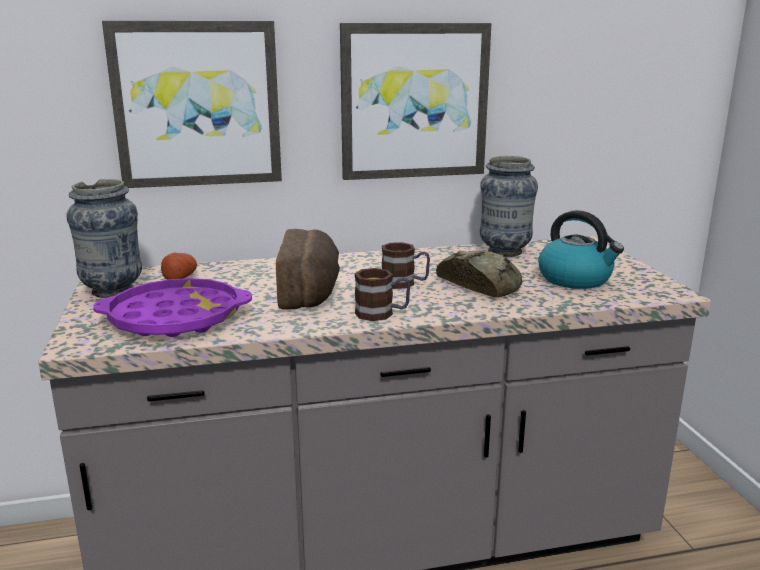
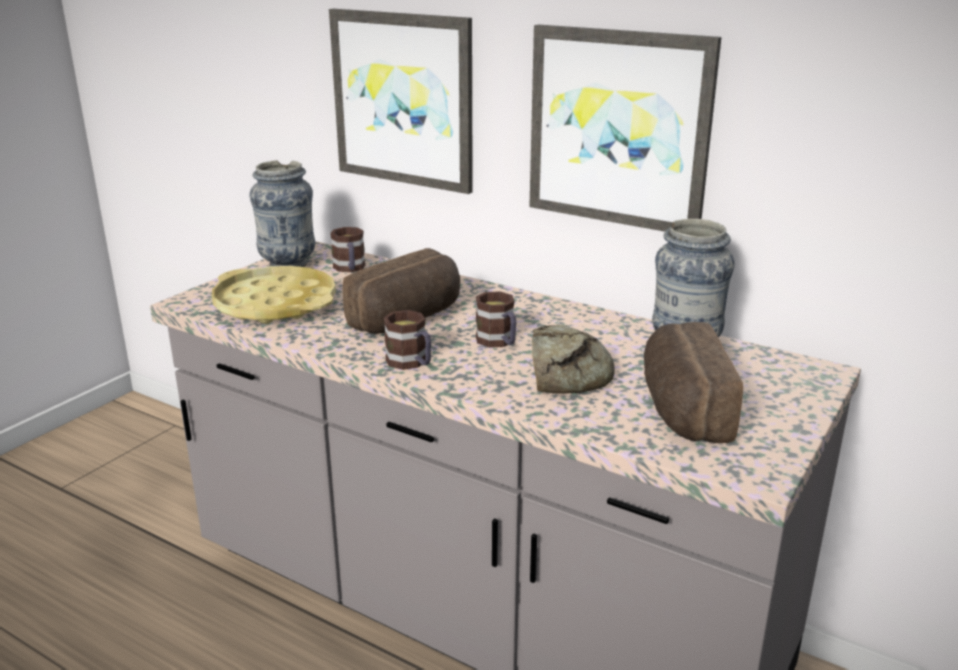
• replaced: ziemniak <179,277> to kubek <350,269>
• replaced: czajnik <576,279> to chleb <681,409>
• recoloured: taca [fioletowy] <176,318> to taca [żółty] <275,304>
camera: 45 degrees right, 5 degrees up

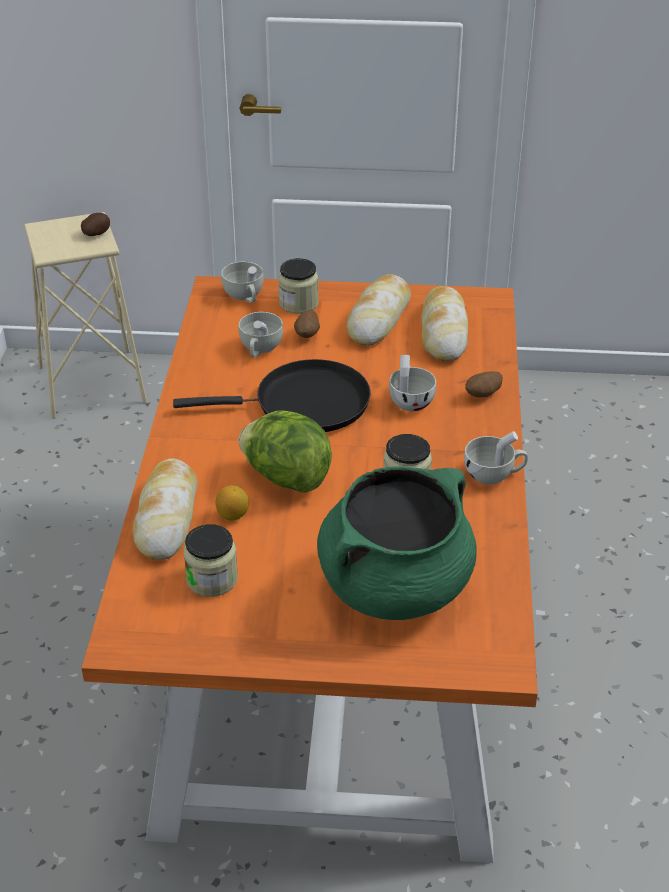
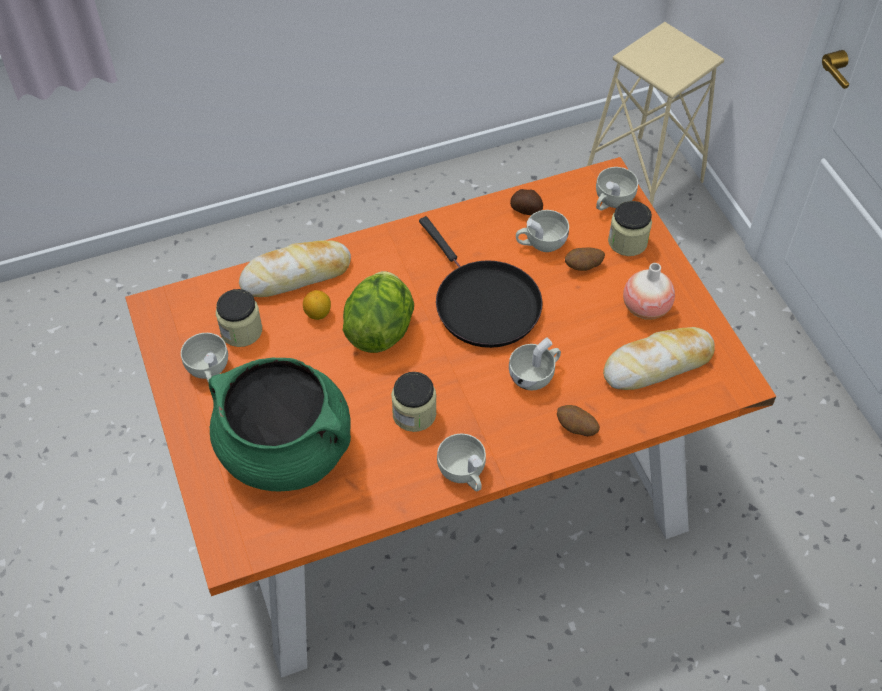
• added: filiżanka [biały] <209,371>
• moved: ziemniak <97,234> to <526,210>
• replaced: chleb <379,318> to wazon <645,308>
camera: 65 degrees right, 15 degrees up

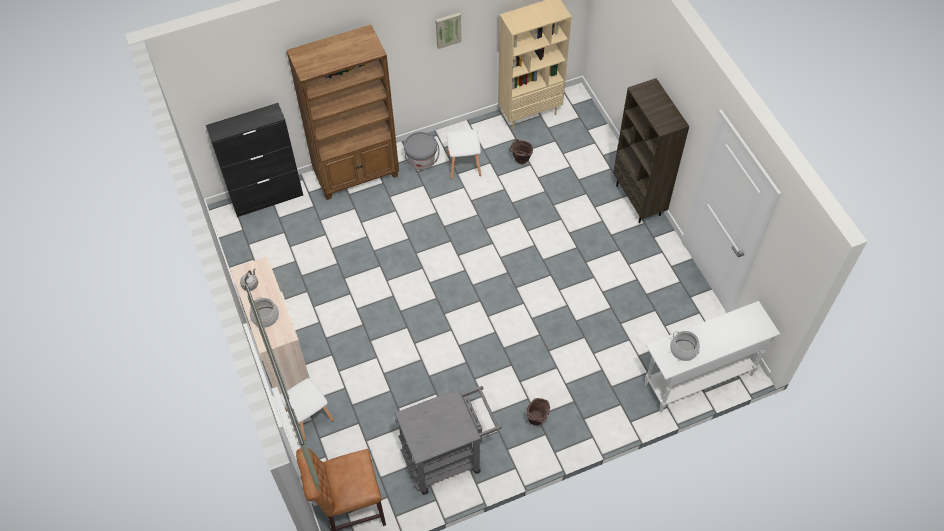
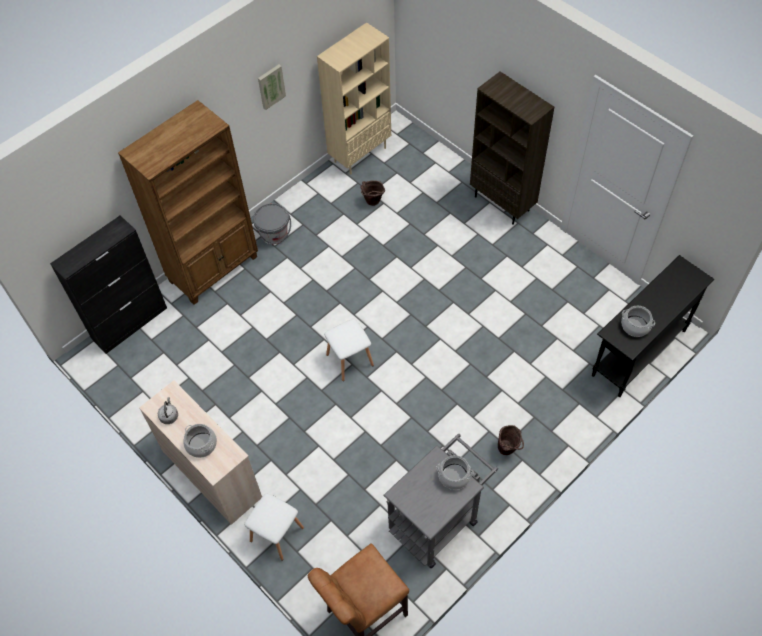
• added: garnek <454,476>
• moved: stołek [biały] <463,165> to <349,359>
• recoloured: stolik konsolowy [biały] <698,379> to stolik konsolowy [czarny] <638,353>
camera: 20 degrees left, 0 degrees up

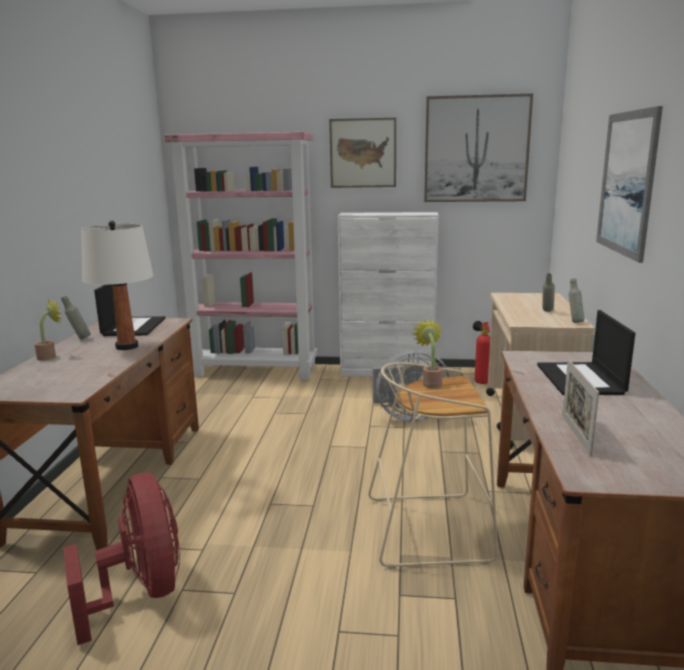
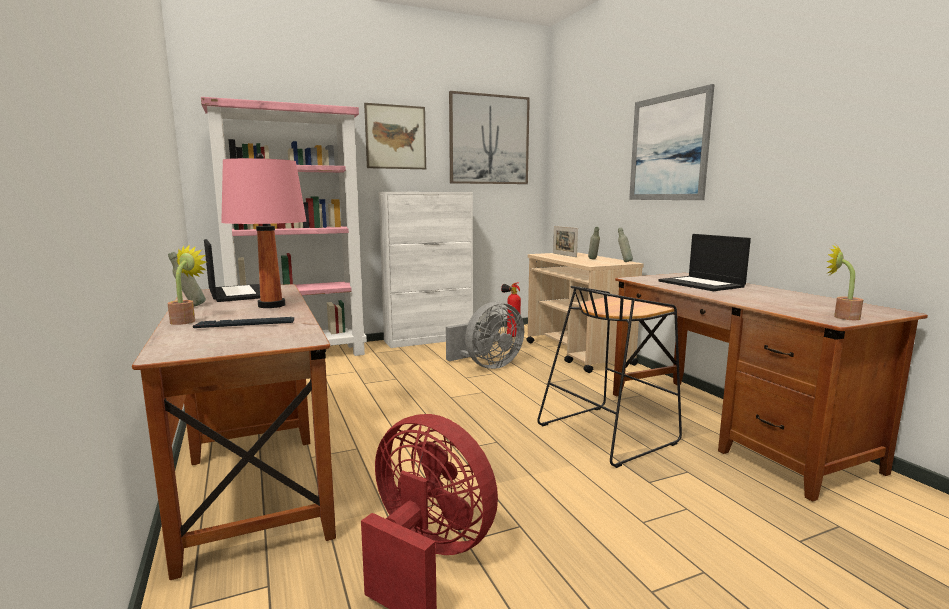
• added: klawiatura <245,324>
• moved: roślina doniczkowa <430,383> to <841,317>
• moved: ramka na zdjęcie <576,435> to <564,255>
• recoloured: lampa stołowa [biały] <127,346> to lampa stołowa [różowy] <272,305>
• recoloured: stołek [beżowy] <430,528> to stołek [czarny] <607,433>
camera: 30 degrees left, 5 degrees down

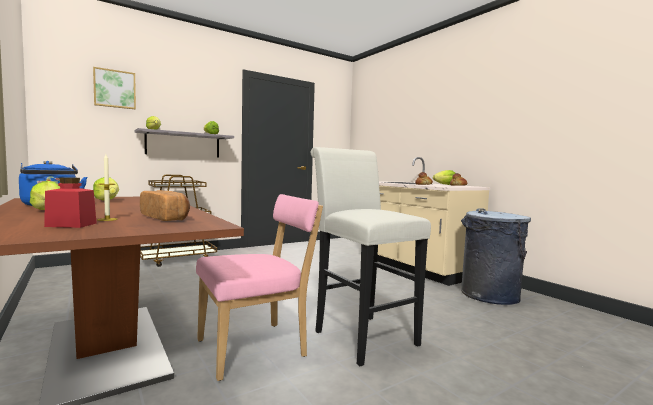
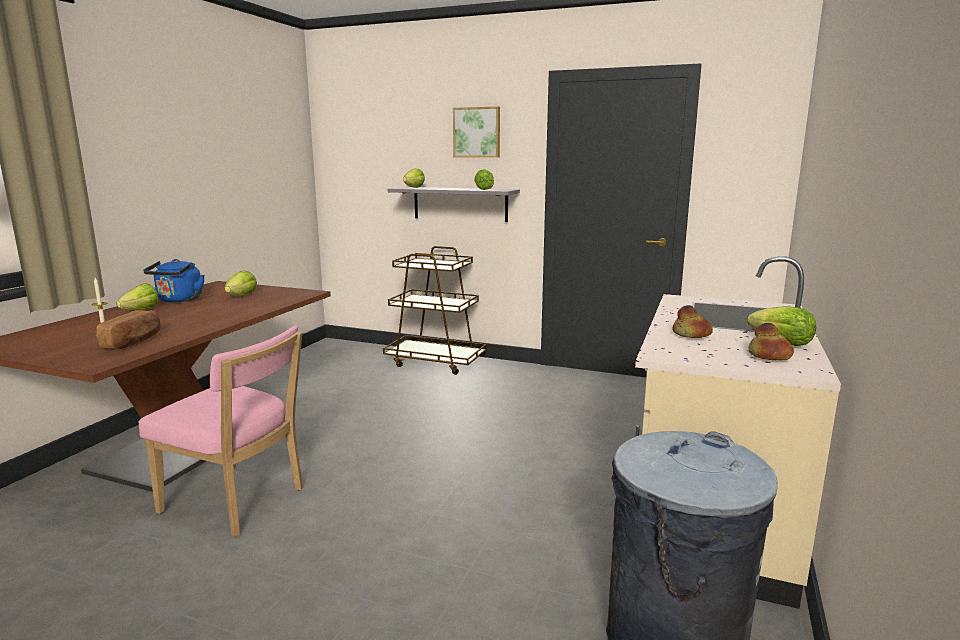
• removed: słoik [czerwony] <71,225>
• removed: stołek [biały] <361,335>
• moved: obraz <114,89> to <477,132>
camera: 55 degrees right, 10 degrees up

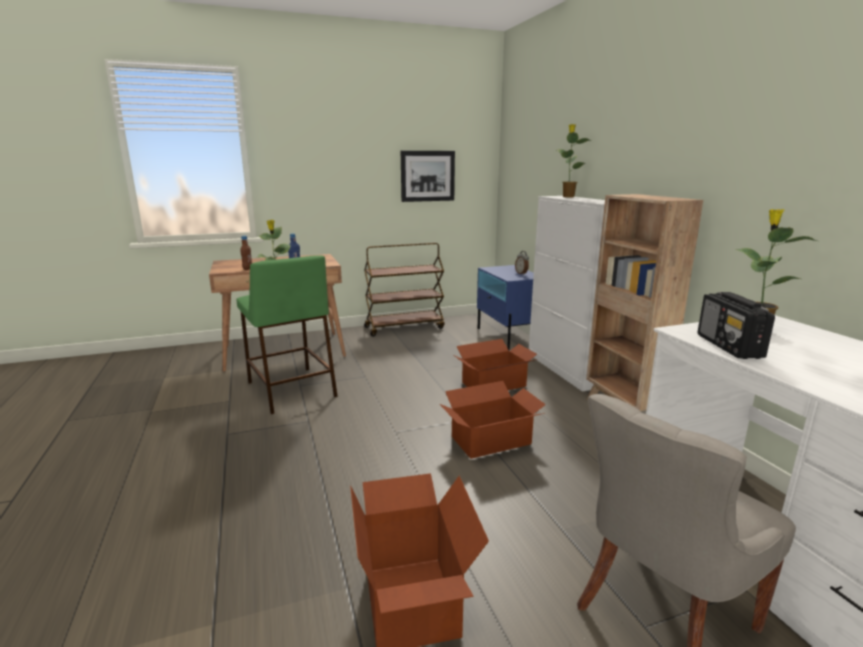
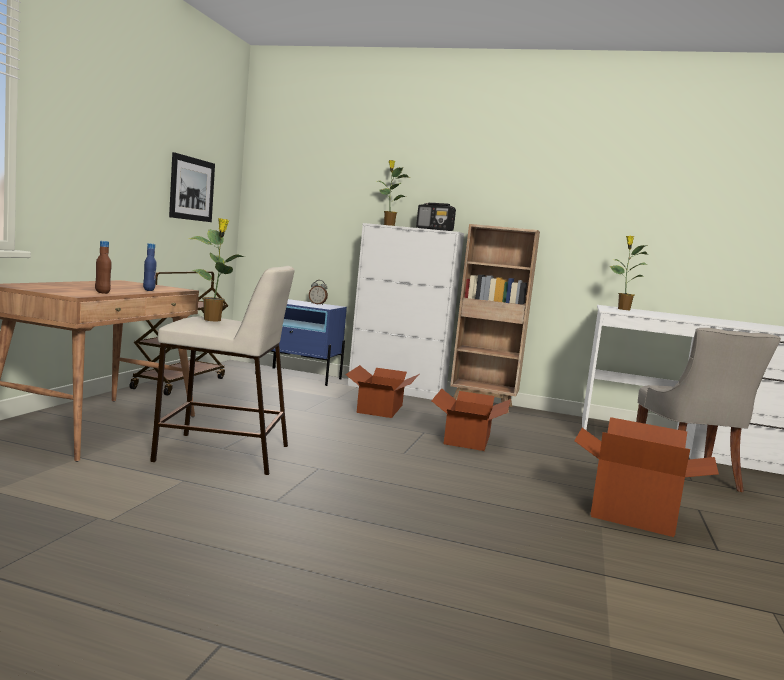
• moved: radio <729,346> to <434,229>
• recoloured: stołek [zielony] <290,389> to stołek [beżowy] <221,453>
camera: 55 degrees left, 10 degrees down

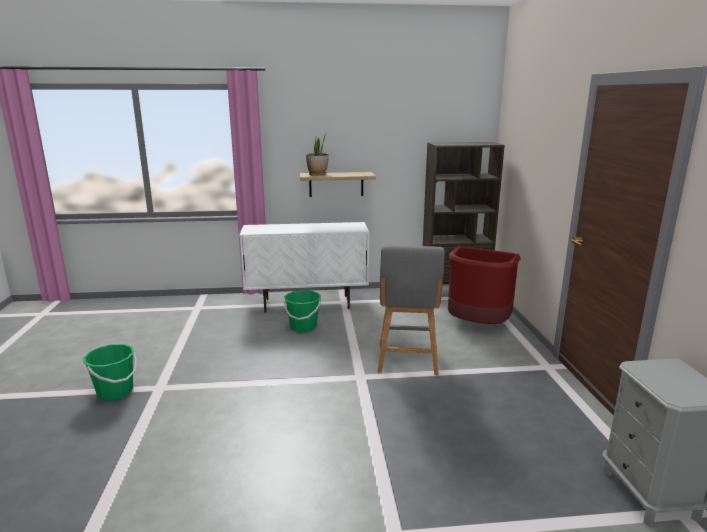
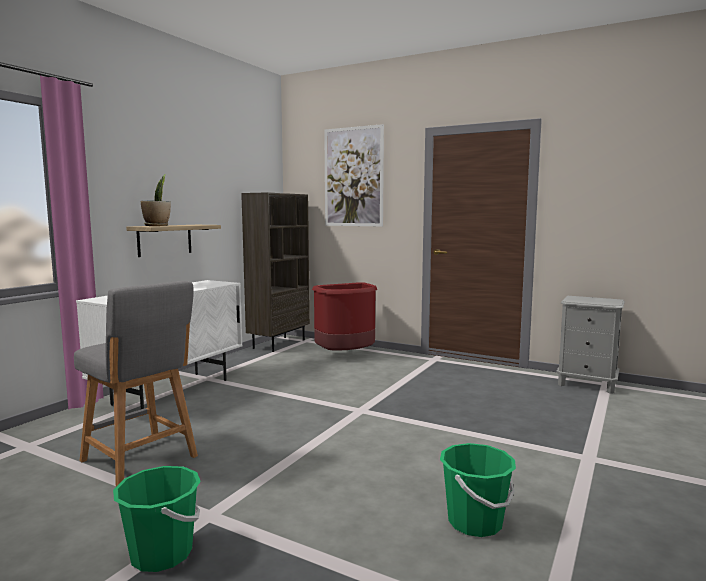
• added: obraz <353,177>
• moved: wiadro [zielony] <303,327> to <475,522>
• moved: stołek [szary] <407,361> to <142,460>
camera: 55 degrees left, 10 degrees down

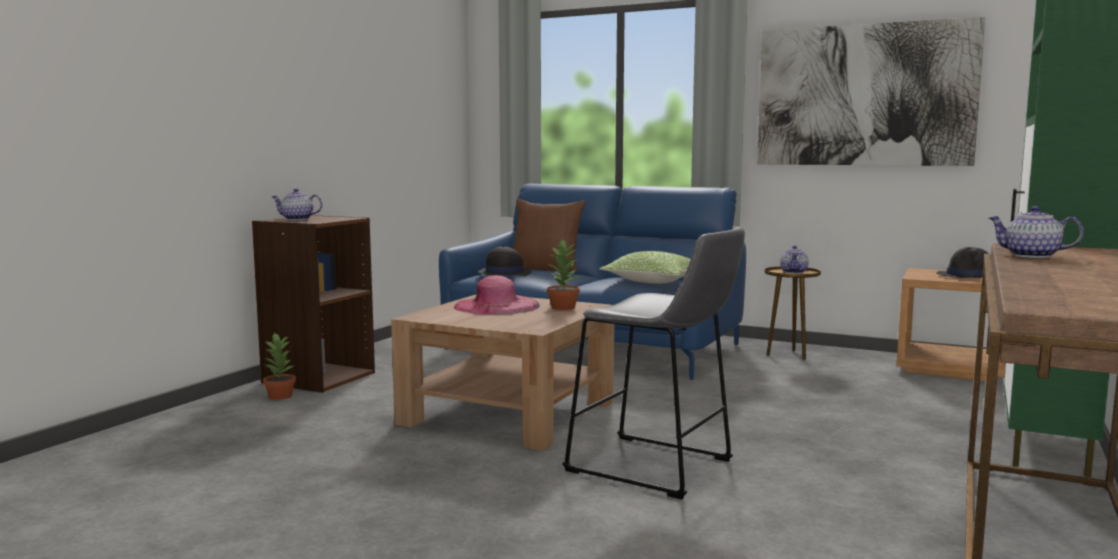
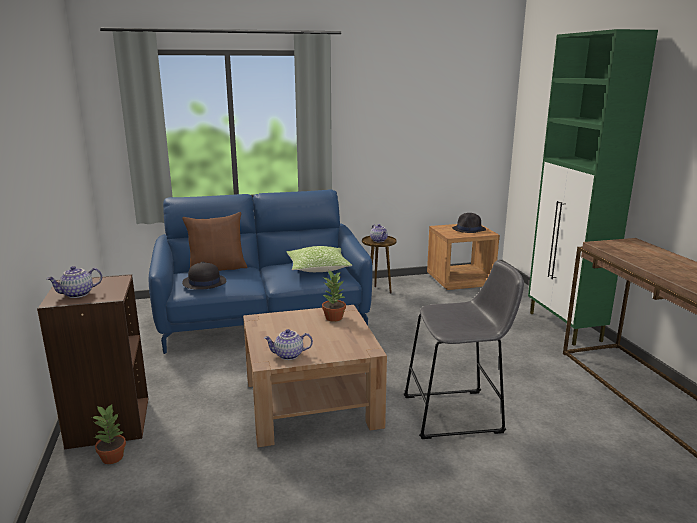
• removed: kapelusz [różowy] <496,306>
• removed: obraz <864,95>
• moved: imbryk <1031,256> to <288,355>
camera: 40 degrees left, 10 degrees up

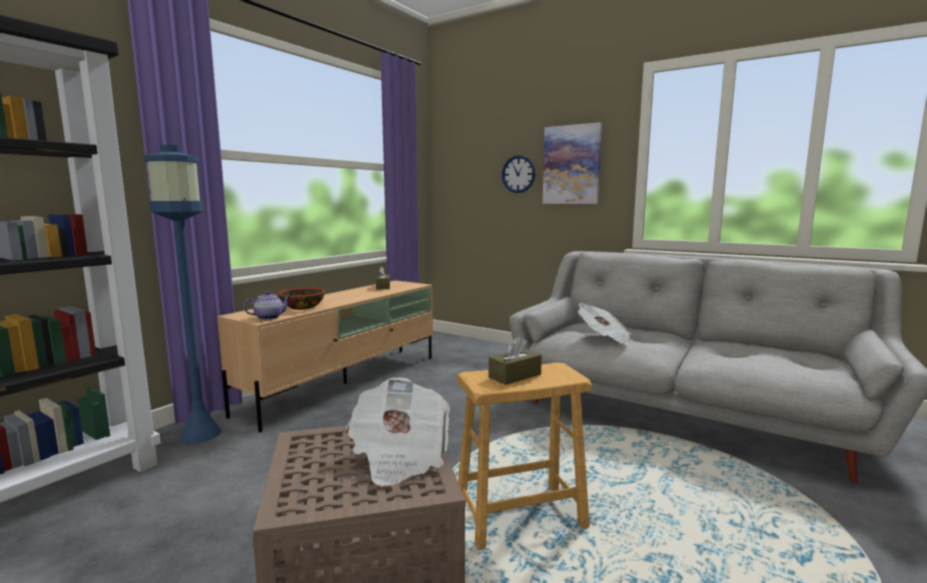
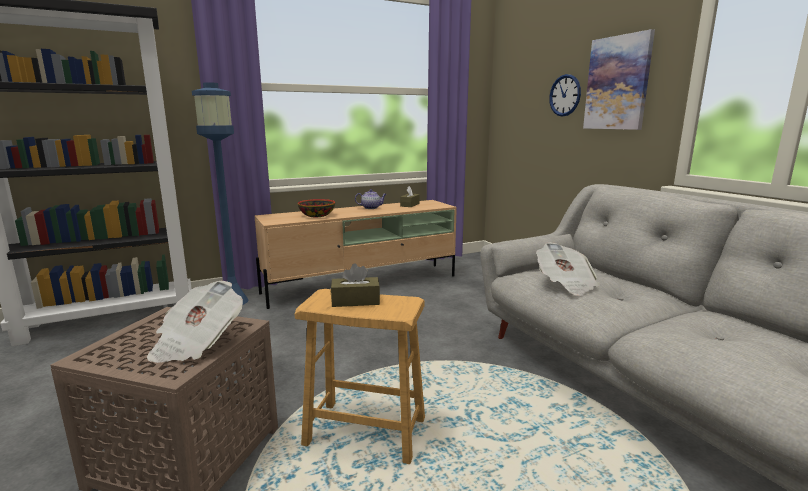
• moved: imbryk <269,317> to <371,208>
camera: 30 degrees right, 5 degrees up

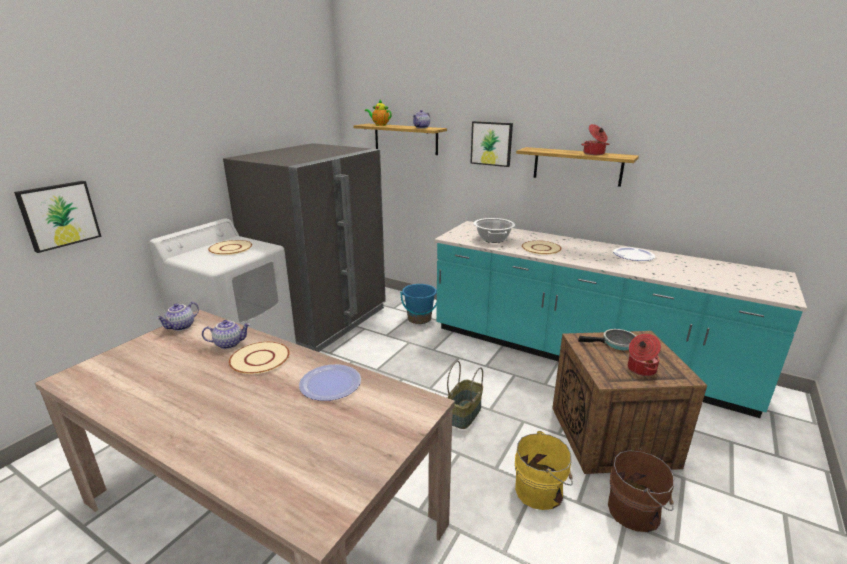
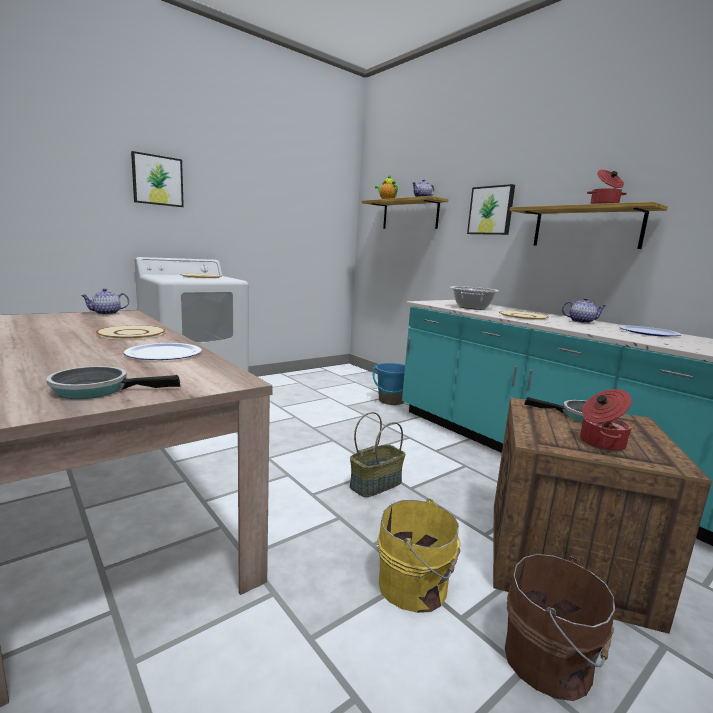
• removed: lodówka [szary] <322,320>
• added: patelnia <97,389>
• moved: obraz <59,215> to <157,180>
• moved: imbryk <229,344> to <581,321>
camera: 20 degrees right, 10 degrees down

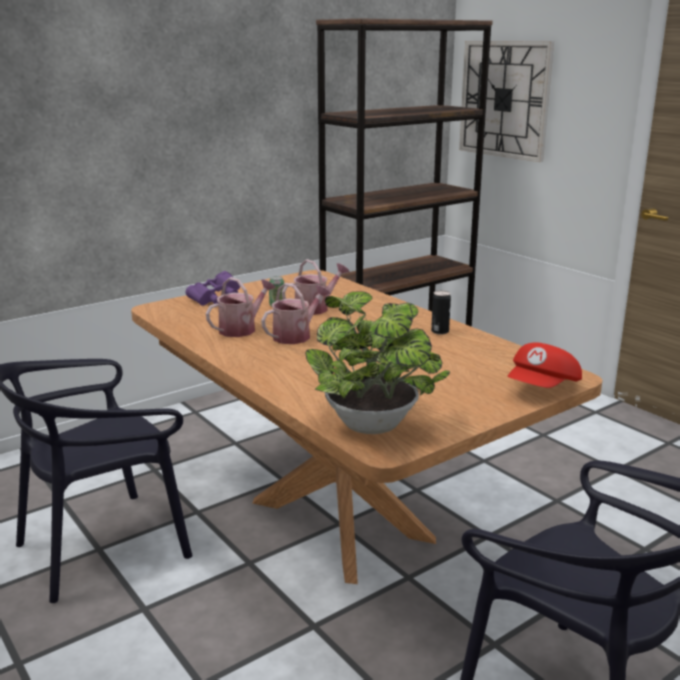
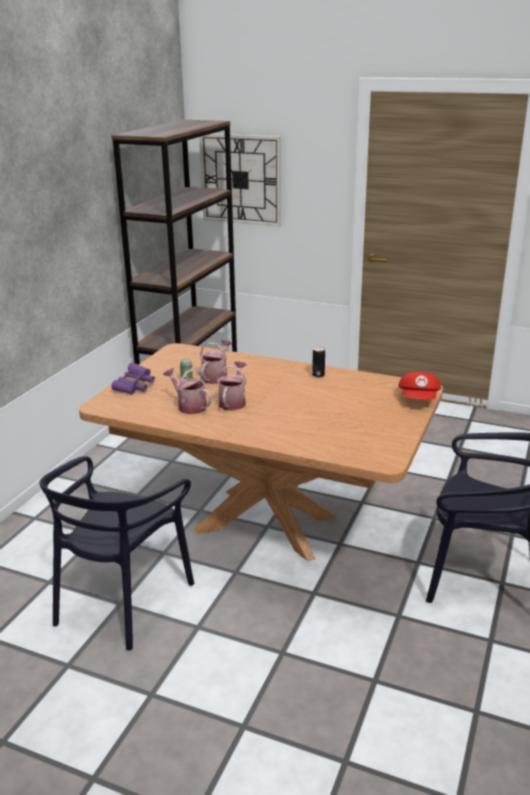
• removed: roślina doniczkowa <375,428>
• turned: konewka <241,329> = <189,406> 60 degrees counterclockwise
camera: 30 degrees left, 5 degrees up

